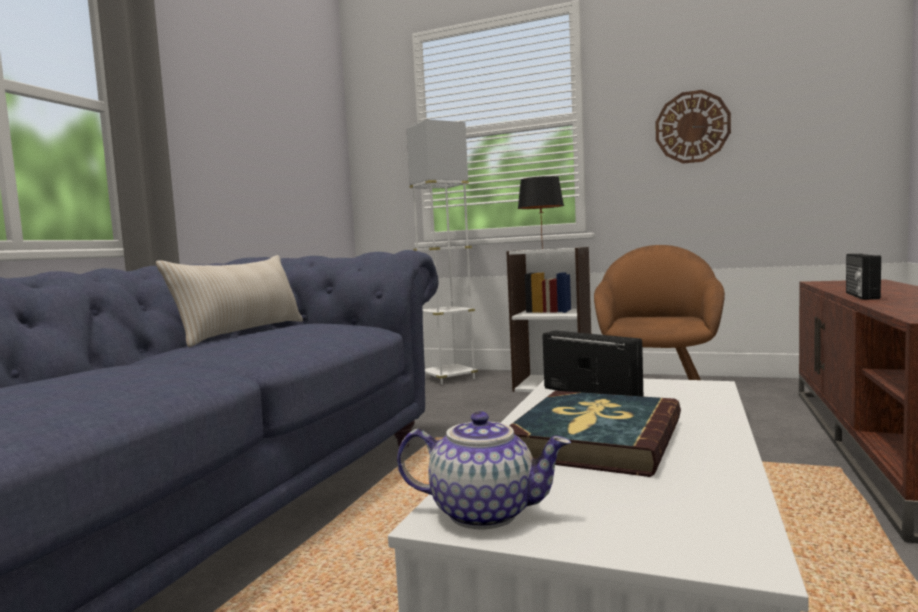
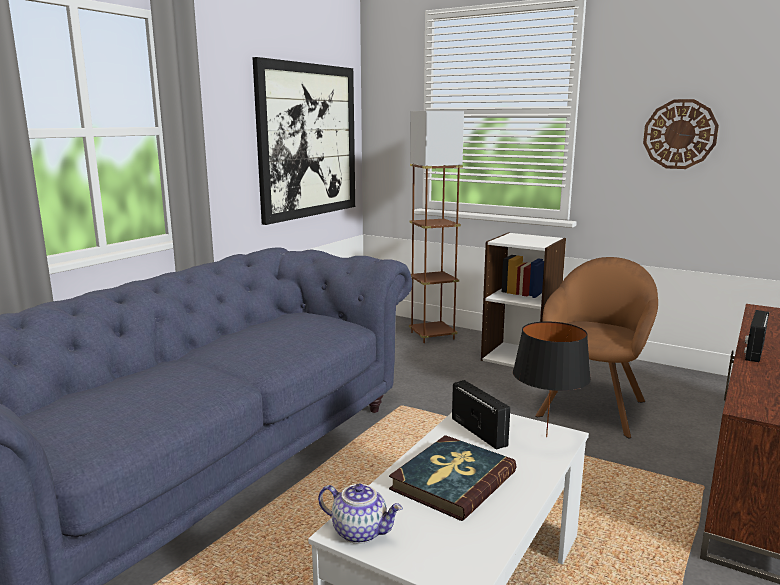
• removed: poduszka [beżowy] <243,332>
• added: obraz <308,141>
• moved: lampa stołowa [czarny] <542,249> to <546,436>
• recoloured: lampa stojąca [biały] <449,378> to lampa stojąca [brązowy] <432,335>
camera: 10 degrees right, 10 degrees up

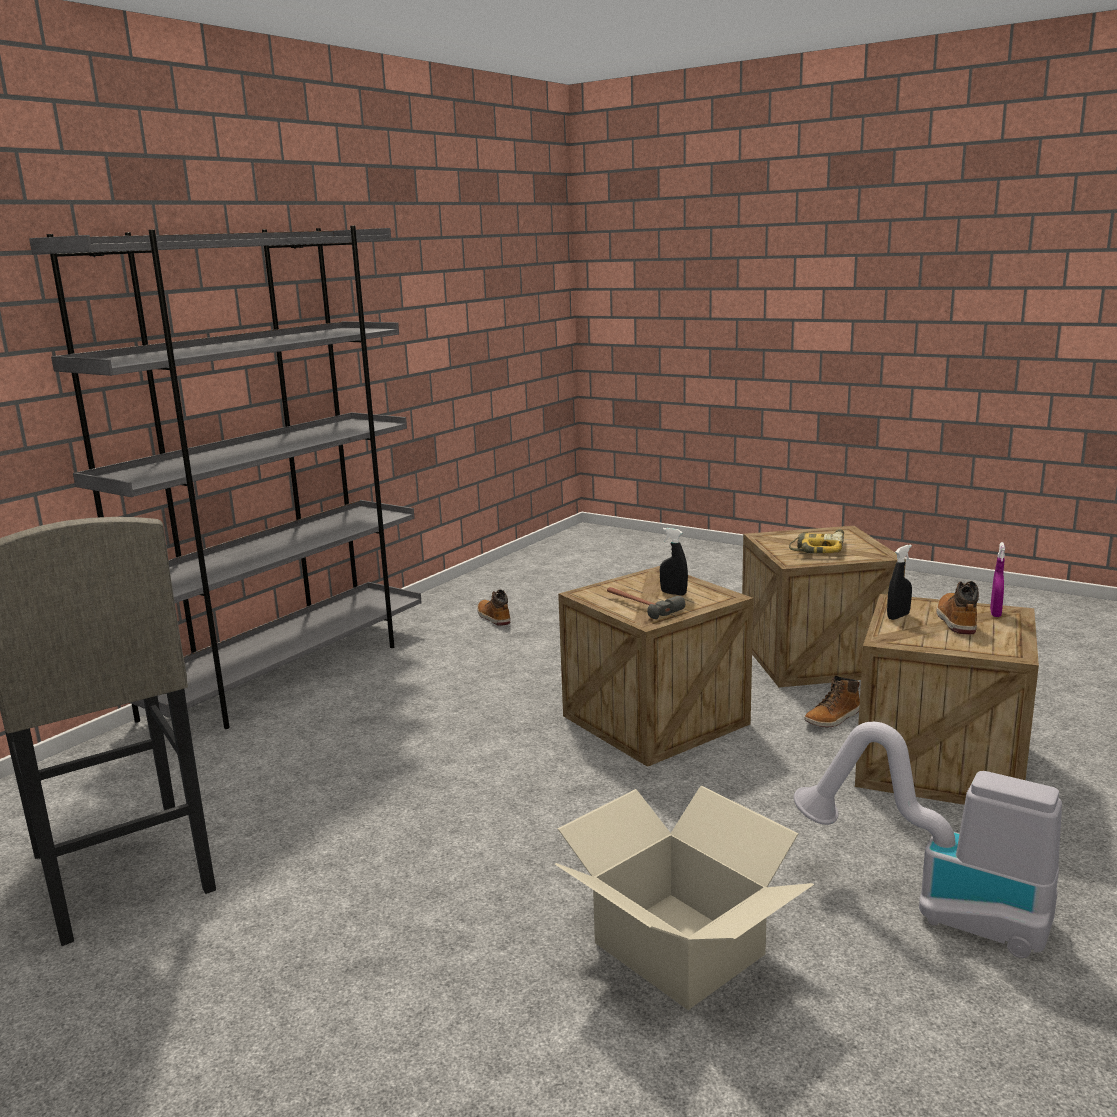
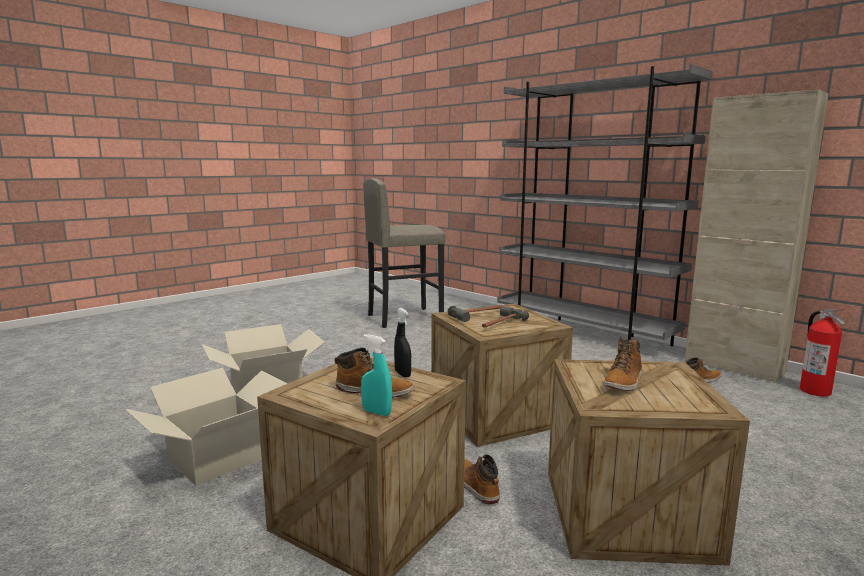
• added: szafka [beżowy] <733,366>
• added: gaśnica <815,391>
• replaced: spryskiwacz [czarny] <673,593> to młotek <500,323>
• replaced: wiertarka <818,548> to but z cholewką <624,382>
• replaced: odkurzacz <936,906> to karton <218,457>
• recoloured: spryskiwacz [fioletowy] <995,613> to spryskiwacz [turkusowy] <376,412>
camera: 100 degrees right, 5 degrees down

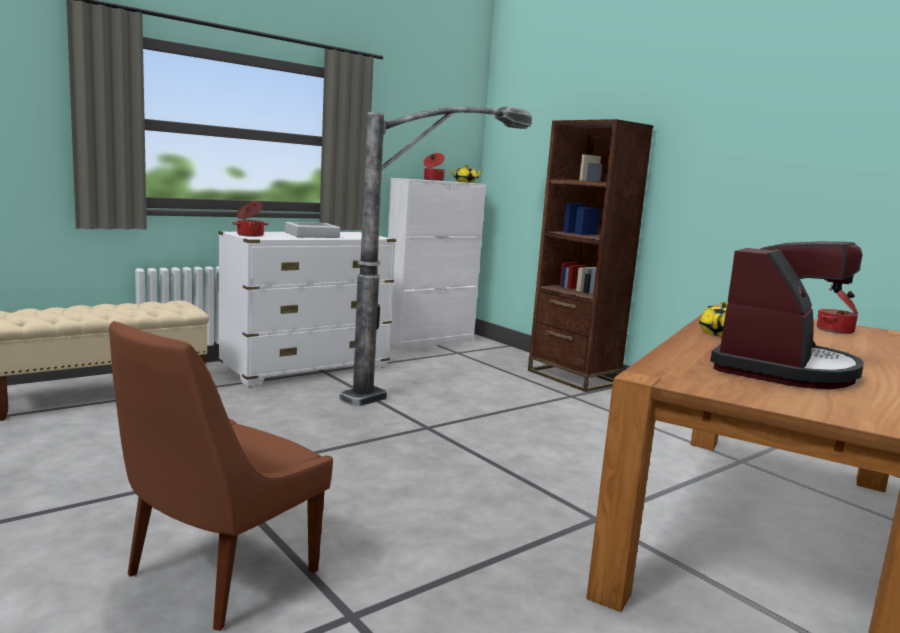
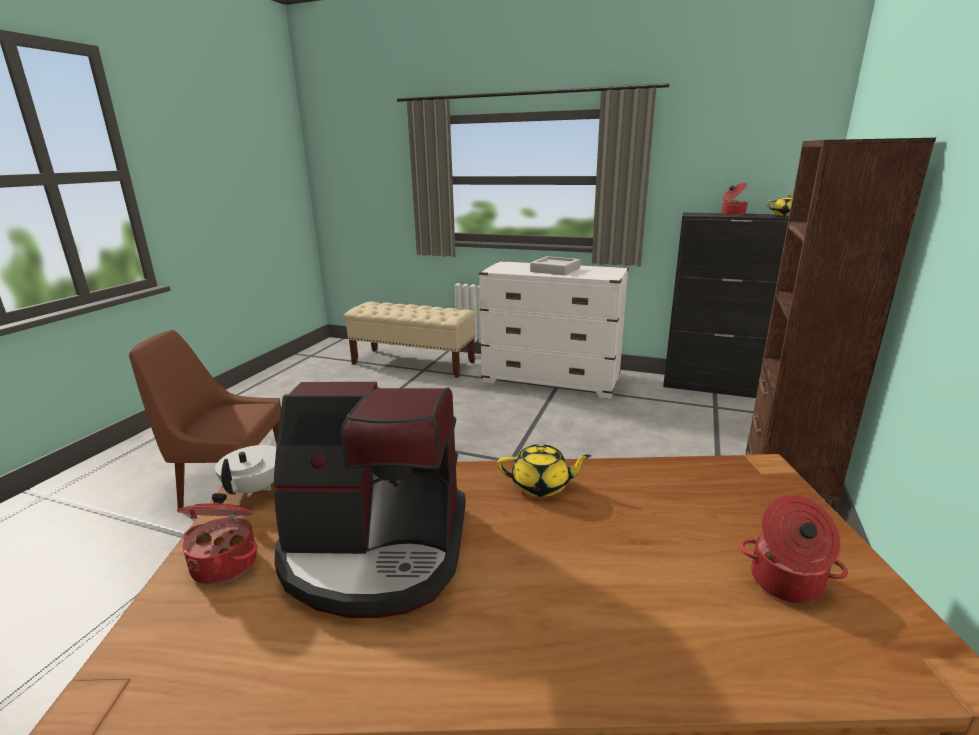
• removed: lampa stojąca <435,379>
• added: imbryk [biały] <256,488>
• moved: garnek <250,235> to <226,563>
• recoloured: szafka [biały] <429,341> to szafka [czarny] <715,387>
camera: 60 degrees right, 10 degrees up

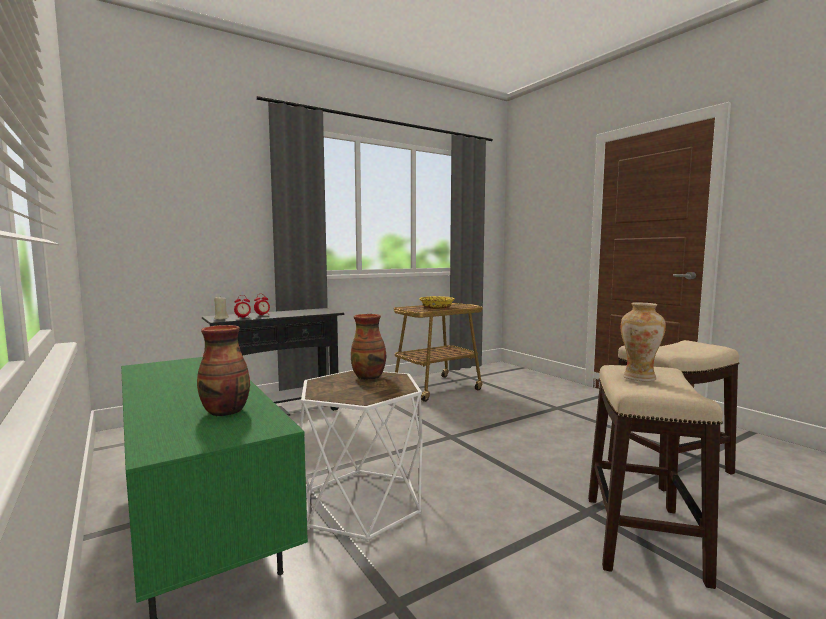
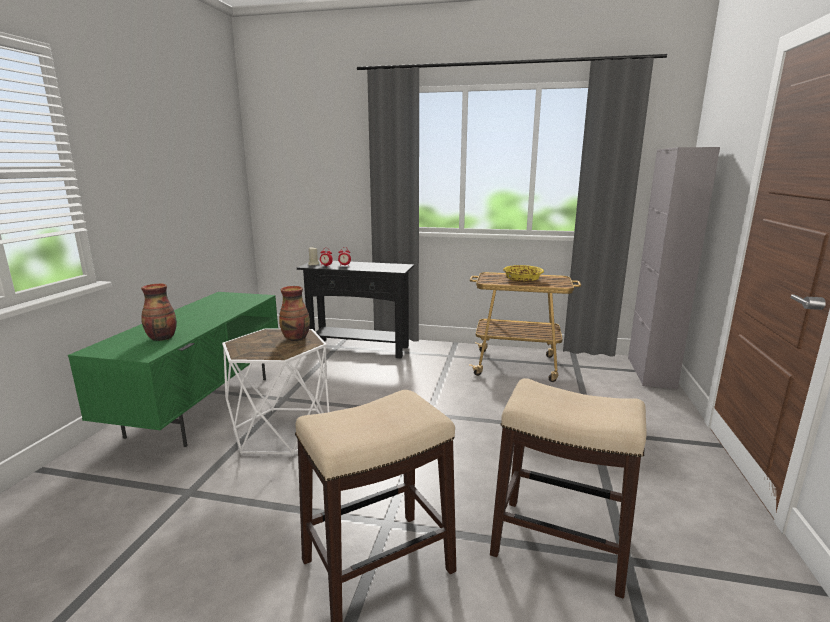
• removed: wazon <639,378>
• added: szafka [szary] <651,372>
camera: 45 degrees right, 10 degrees up

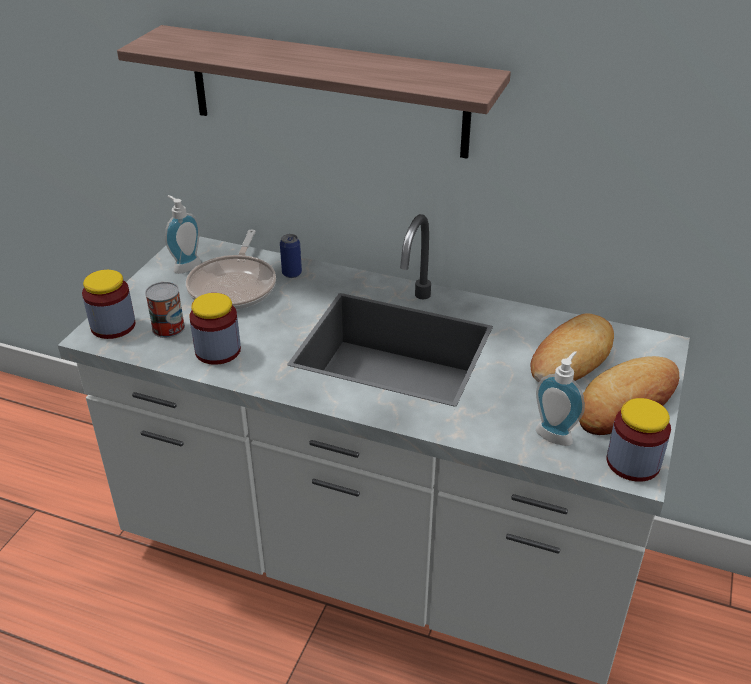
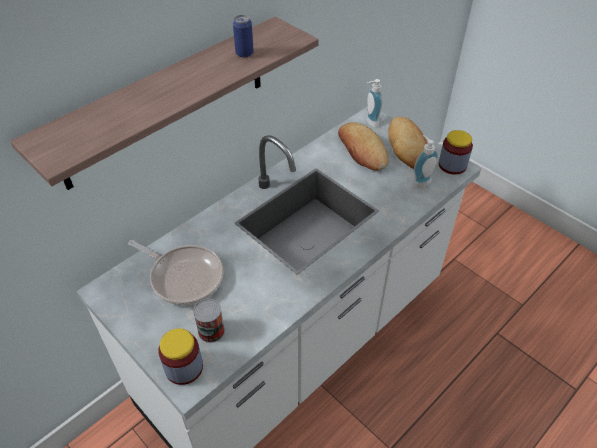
• removed: słoik <218,351>
• moved: dozownik mydła <185,265> to <370,122>
• moved: puszka <292,273> to <244,53>
camera: 65 degrees left, 10 degrees up

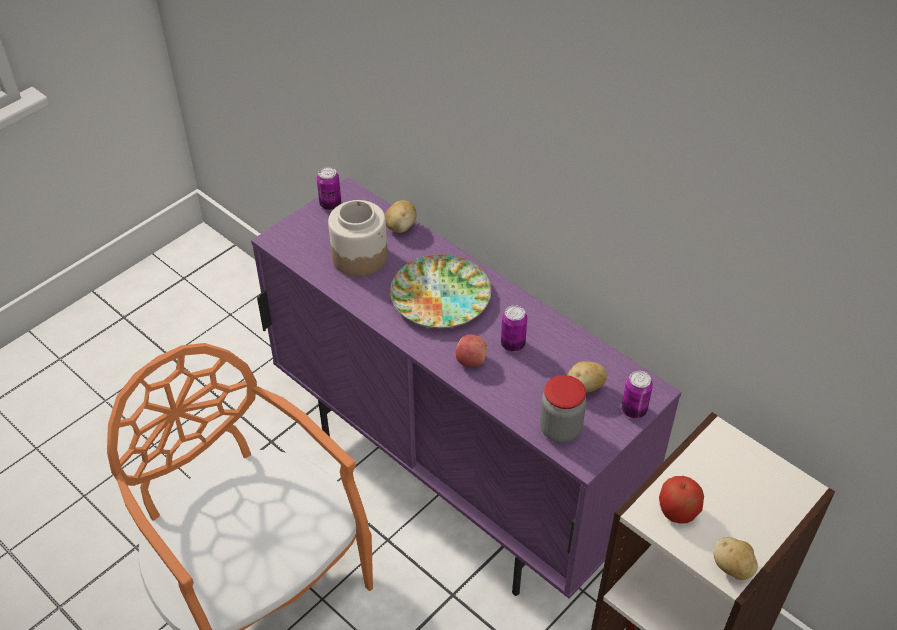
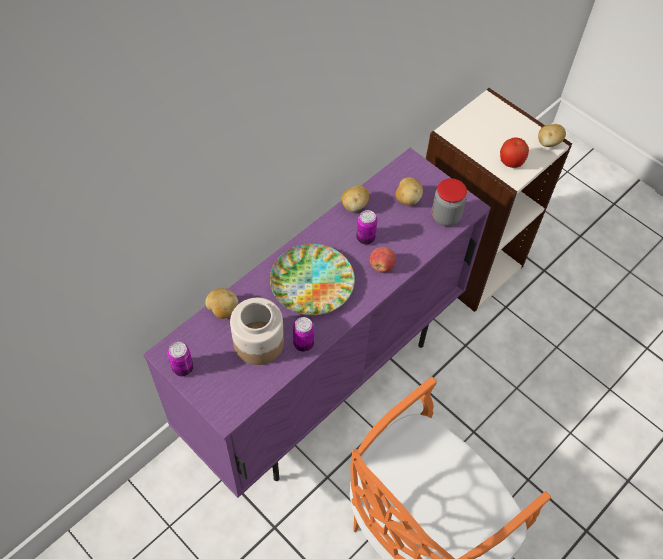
• added: ziemniak <354,206>
• moved: puszka <634,410> to <303,343>
camera: 90 degrees left, 10 degrees up

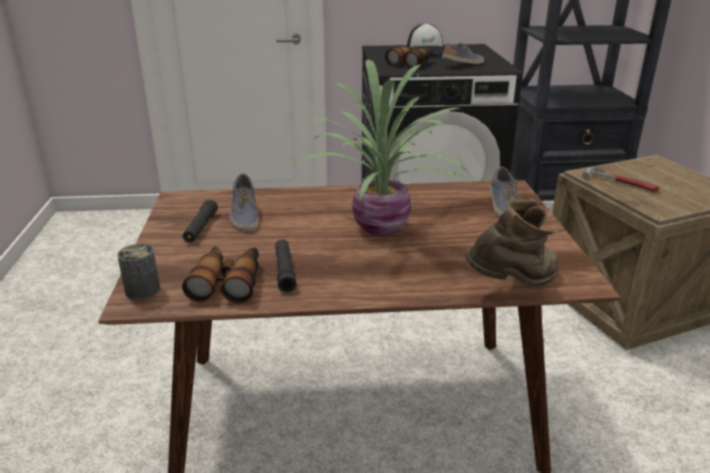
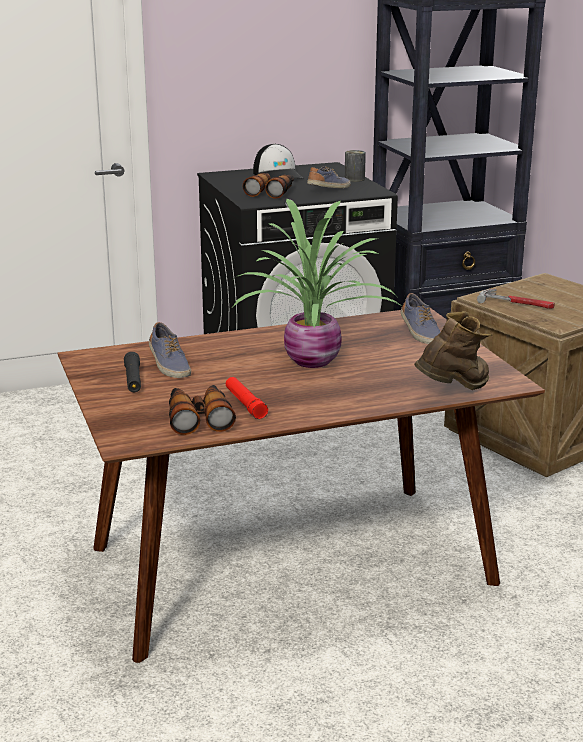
• moved: puszka <142,291> to <354,179>
• recoloured: latarka [czarny] <284,271> to latarka [czerwony] <245,404>
camera: 15 degrees left, 5 degrees down

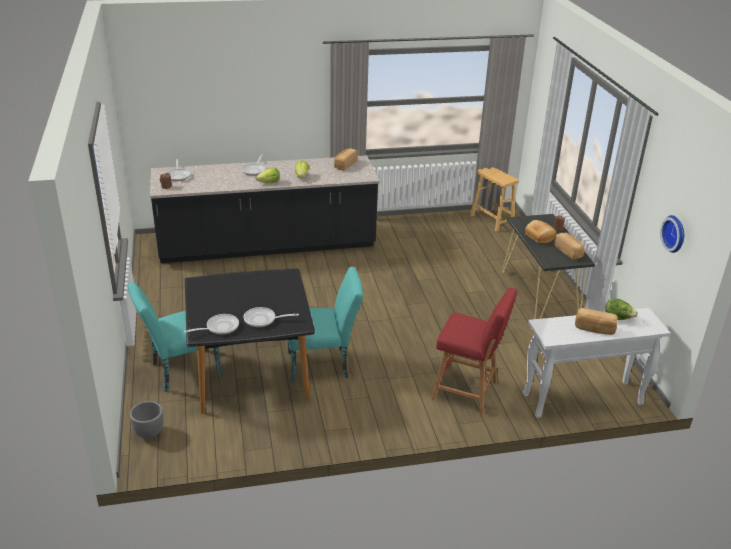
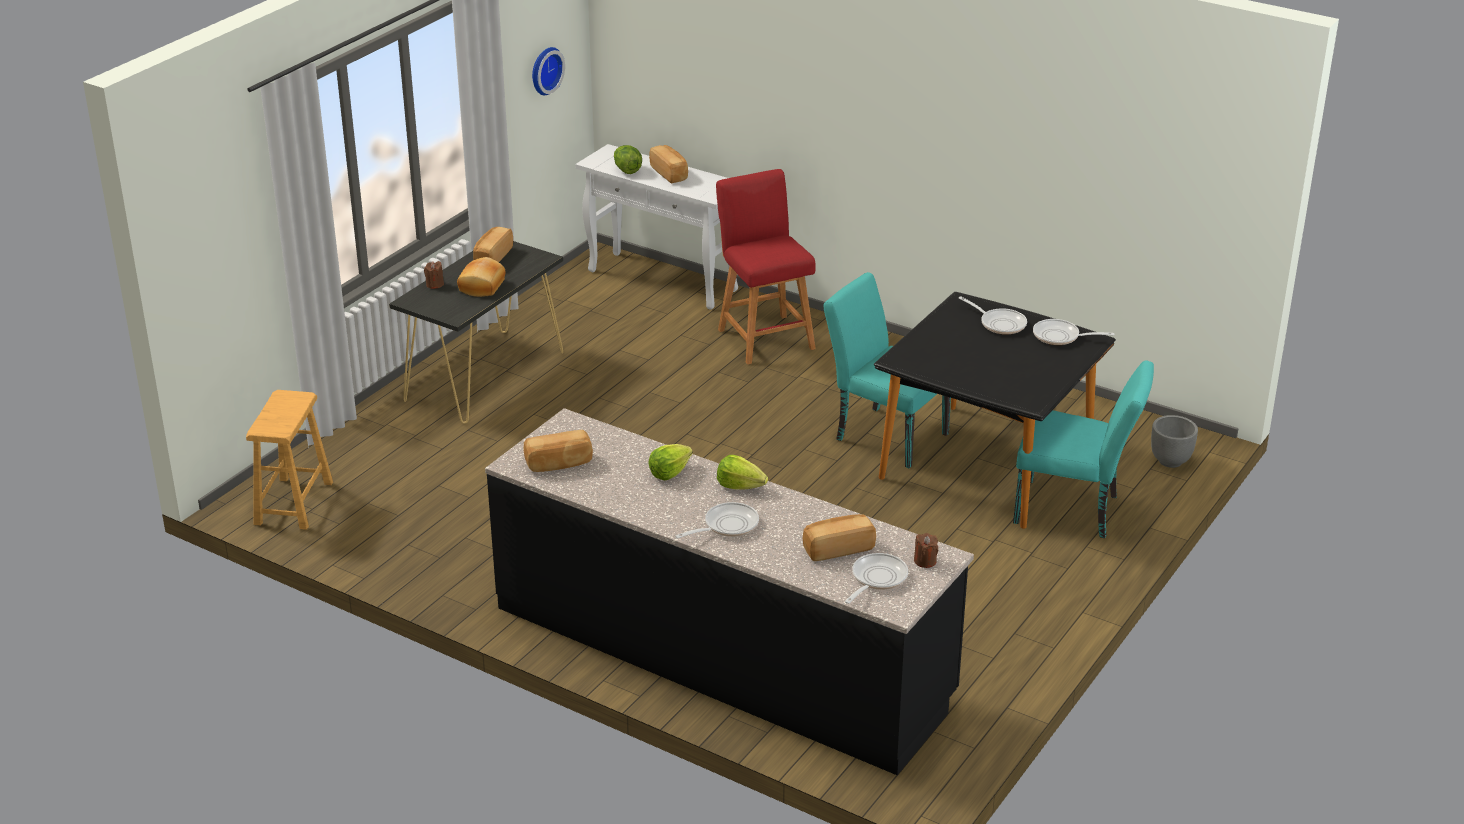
• added: chleb <838,548>
camera: 135 degrees left, 0 degrees up

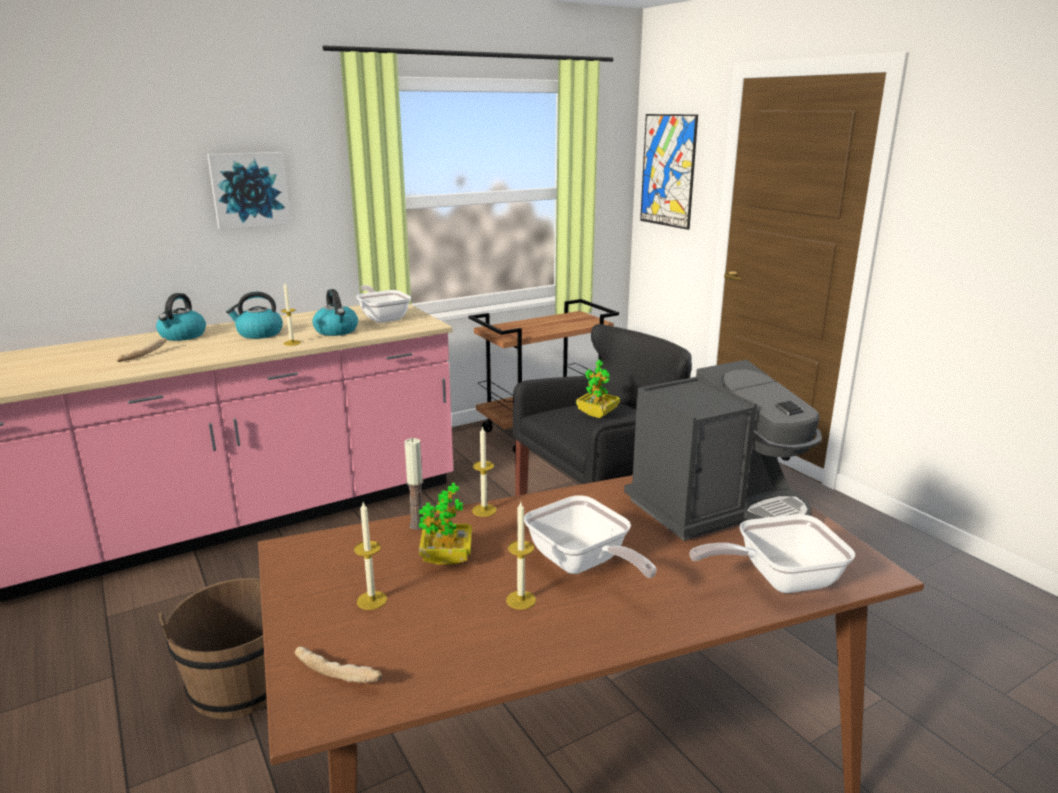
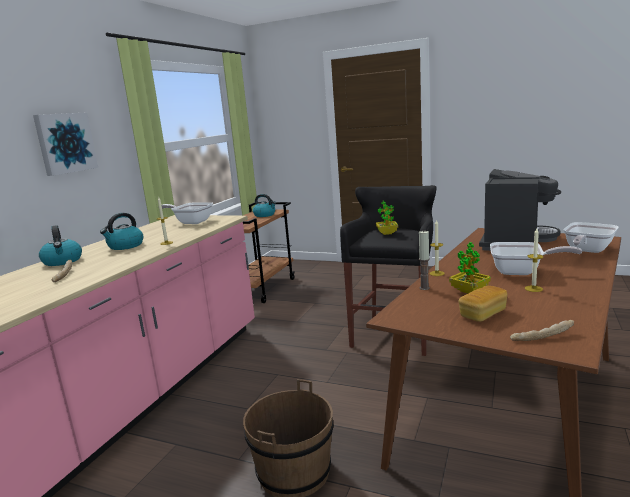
• removed: obraz <668,170>
• moved: czajnik <337,331> to <265,215>
• replaced: świeca <372,600> to chleb <483,314>
camera: 35 degrees left, 5 degrees down

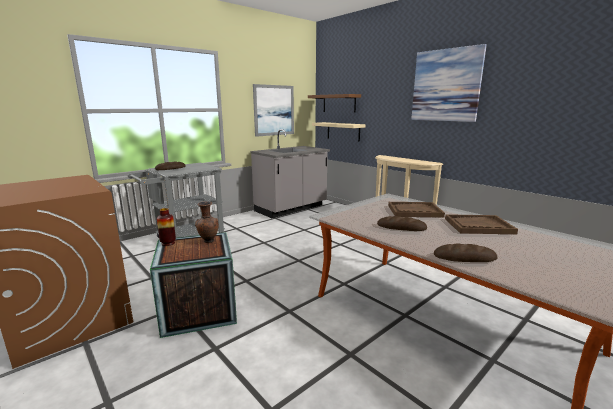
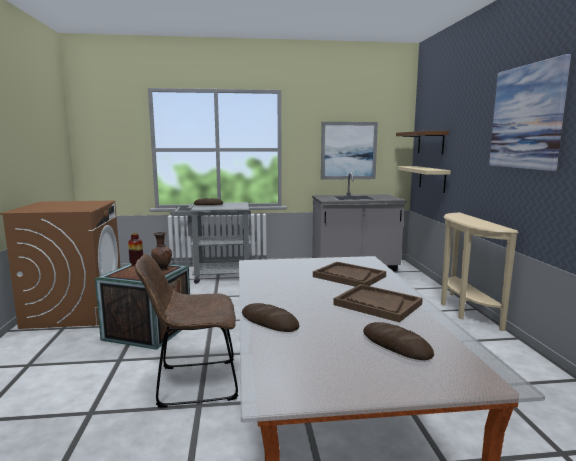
• added: krzesło [brązowy] <192,383>
• moved: chleb <401,227> to <396,345>
camera: 35 degrees right, 5 degrees down

